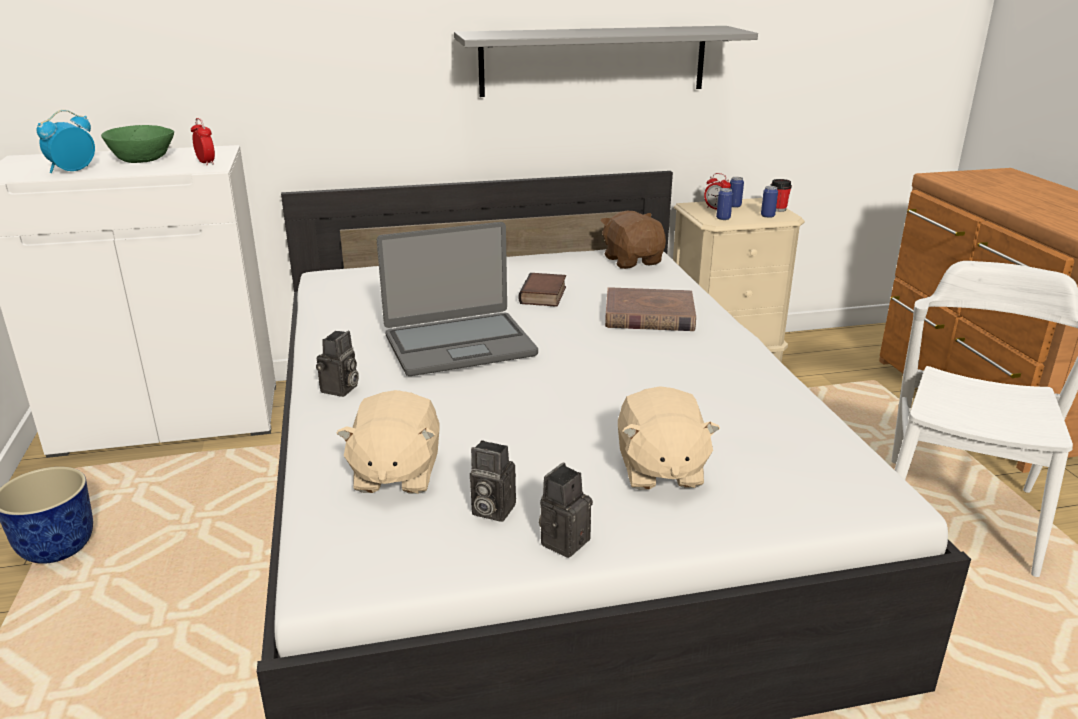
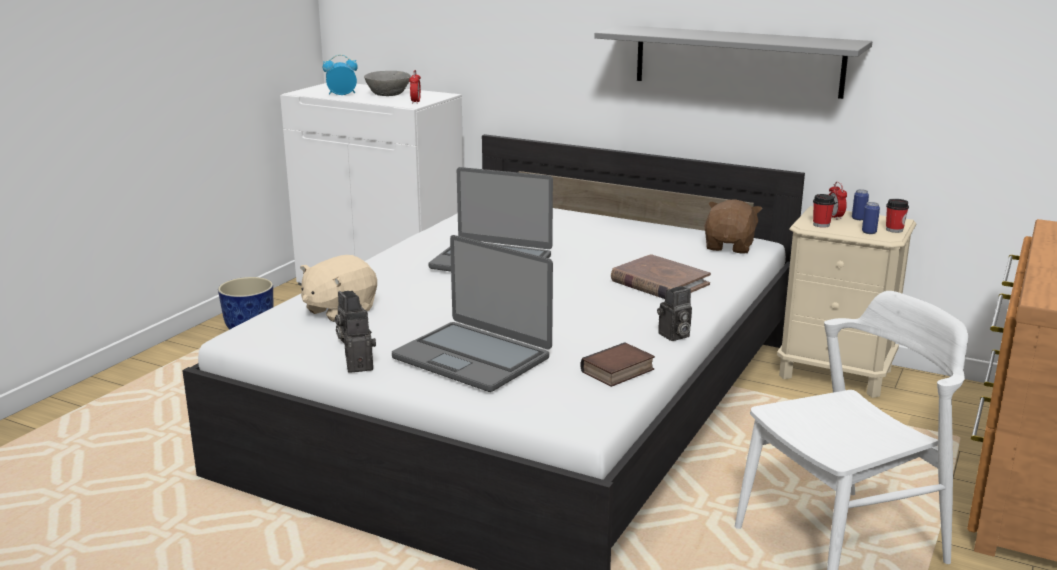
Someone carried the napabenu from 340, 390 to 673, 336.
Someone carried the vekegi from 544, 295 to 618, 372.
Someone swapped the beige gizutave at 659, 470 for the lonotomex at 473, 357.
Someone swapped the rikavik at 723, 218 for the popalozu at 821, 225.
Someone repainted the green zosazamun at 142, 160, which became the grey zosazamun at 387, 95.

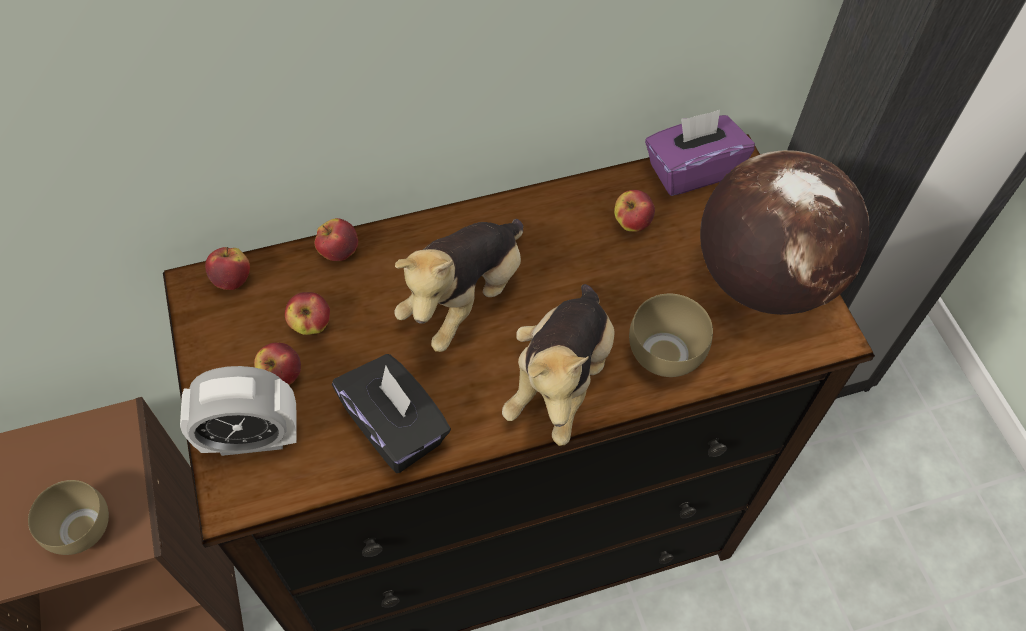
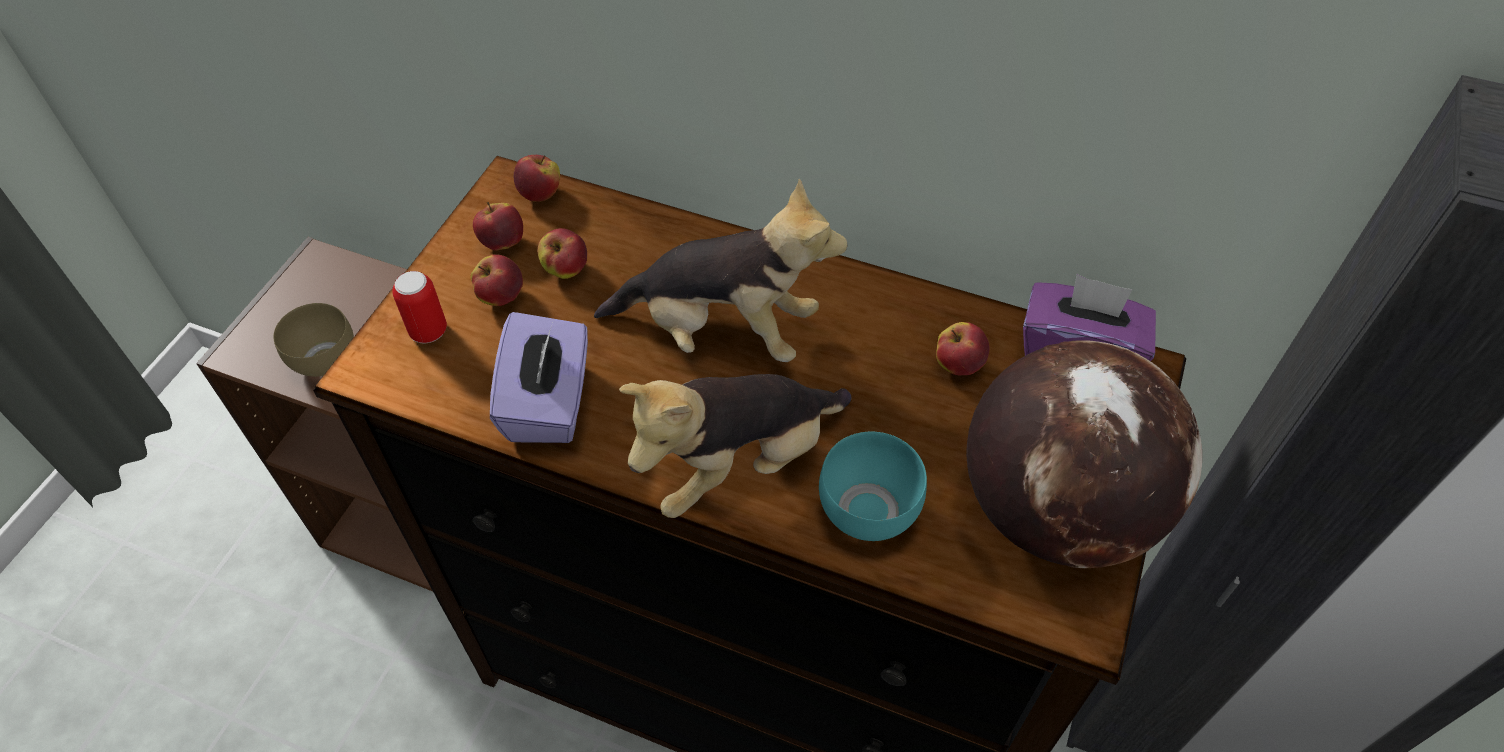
Someone carried the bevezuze from 339, 252 to 502, 242.
Someone swapped the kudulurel at 252, 438 for the rikavik at 428, 331.
Someone repainted the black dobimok at 396, 427, which became the purple dobimok at 549, 403.
Someone repainted the brown zosazamun at 664, 351, which became the turquoise zosazamun at 869, 508.
Someone rotated the gizutave at 465, 298 by 150 degrees counterclockwise.

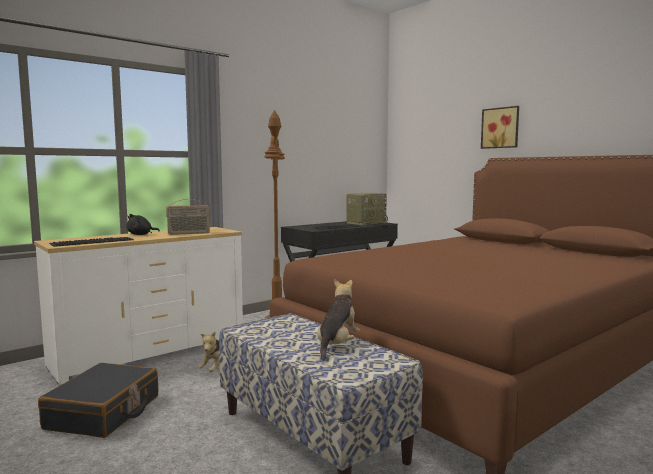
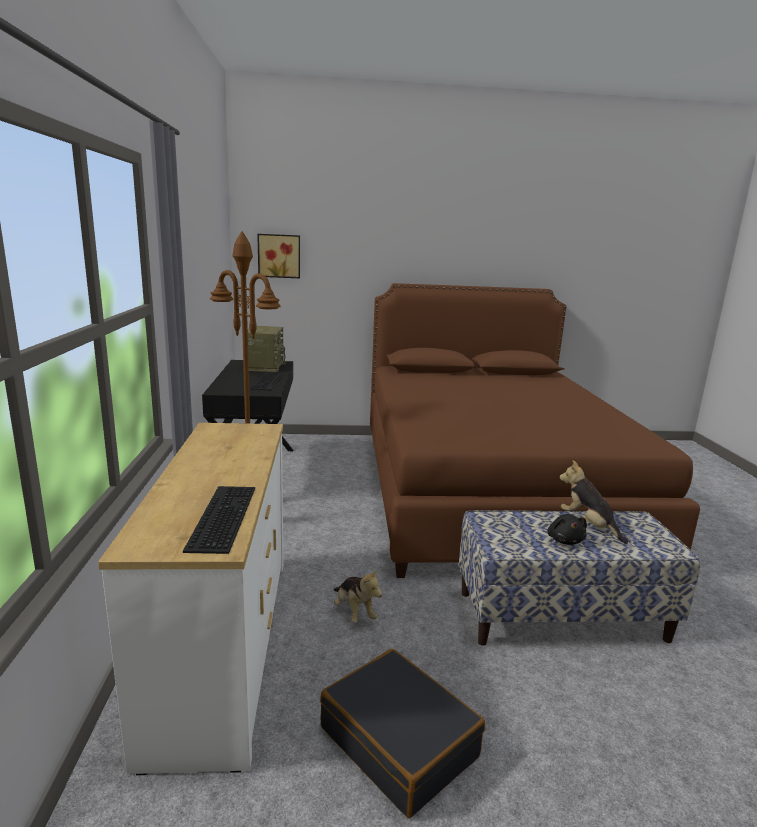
Someone took away the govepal at 189, 233.
Someone carried the black gizutave from 141, 234 to 565, 540.
Someone carried the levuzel from 501, 128 to 279, 256.

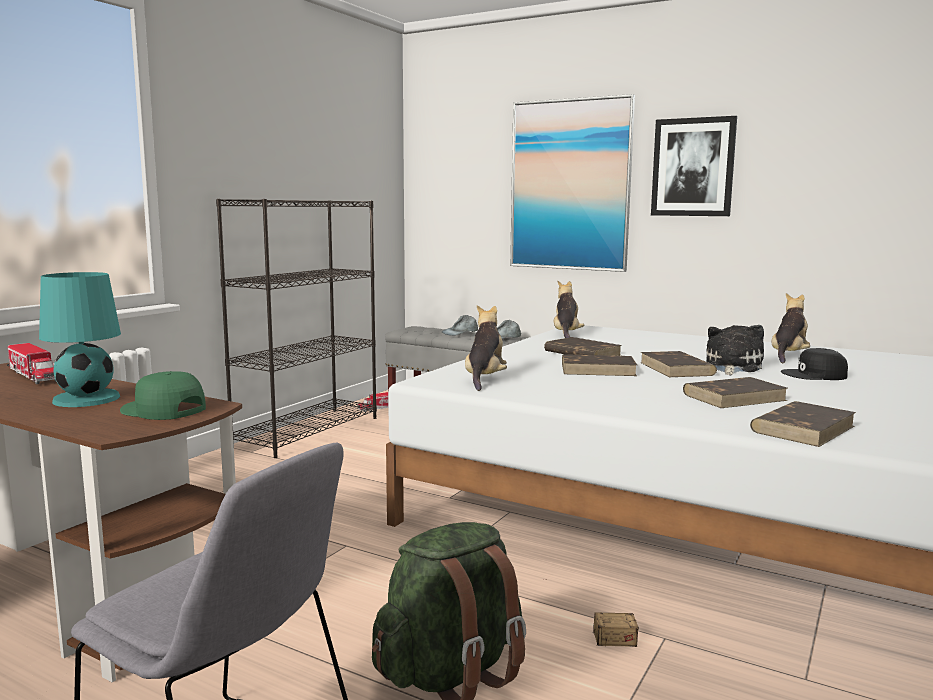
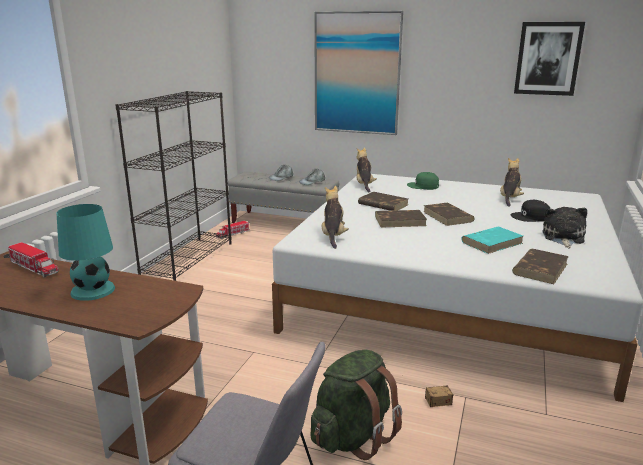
Someone carried the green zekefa from 162, 410 to 423, 186.
Someone carried the levuzel from 693, 167 to 548, 58.
Someone carried the gizutave from 731, 367 to 563, 237.
Someone repainted the brown vekegi at 734, 397, which became the turquoise vekegi at 492, 242.

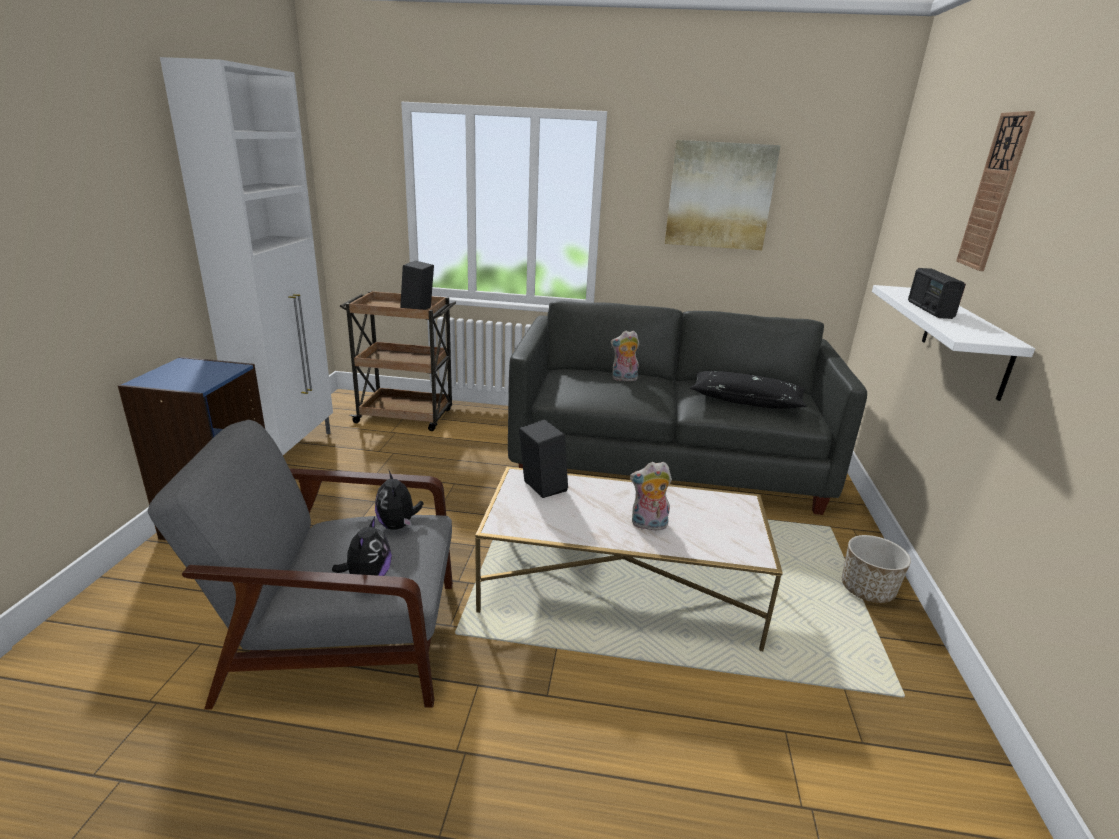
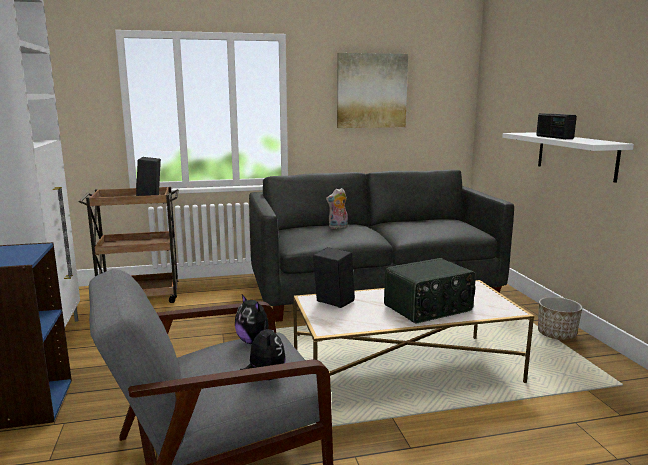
Someone took away the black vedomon at 746, 400.
Someone took away the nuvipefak at 994, 192.
Someone swapped the gizutave at 648, 525 for the govepal at 429, 308.

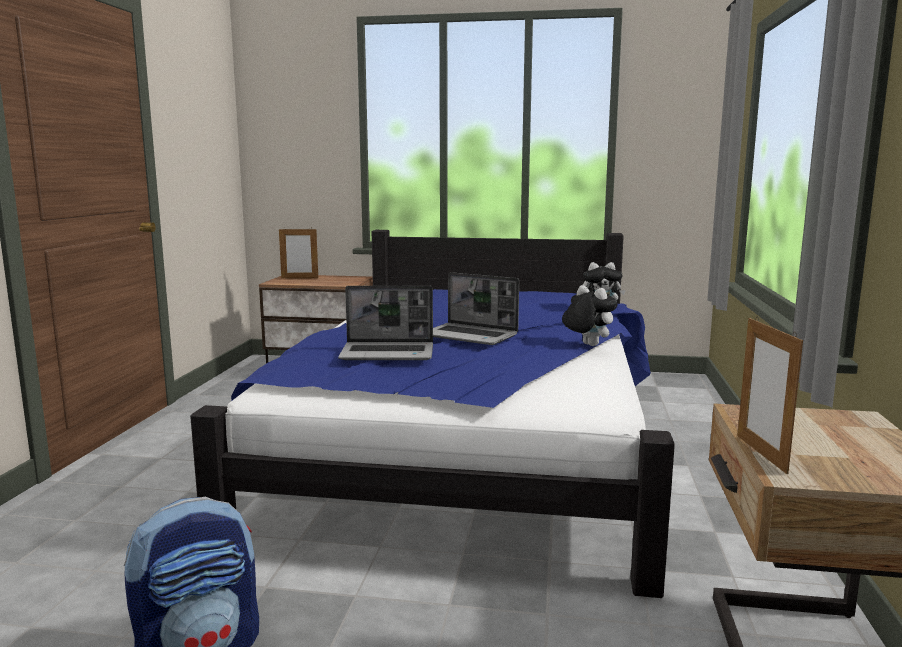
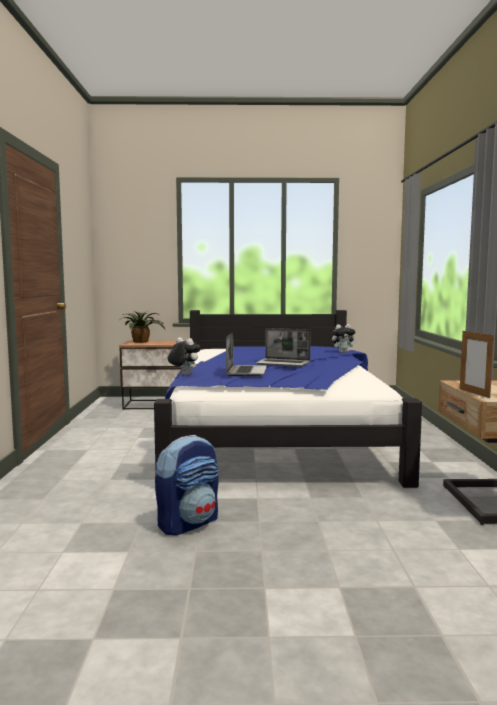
Someone carried the gizutave from 587, 345 to 183, 374.
Someone swapped the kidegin at 299, 278 for the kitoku at 142, 342.
Someone rotated the lonotomex at 389, 353 by 75 degrees counterclockwise.

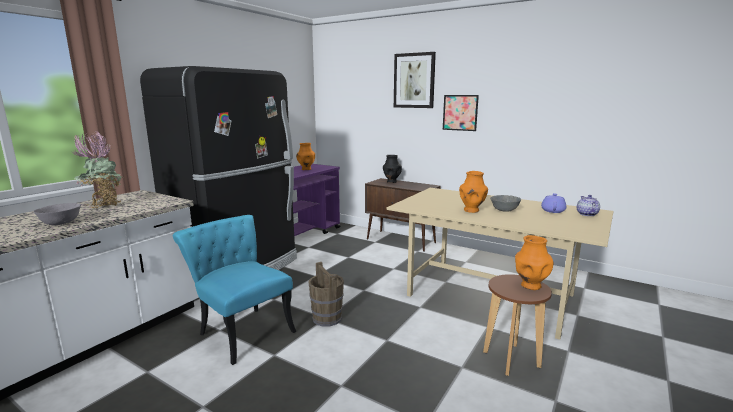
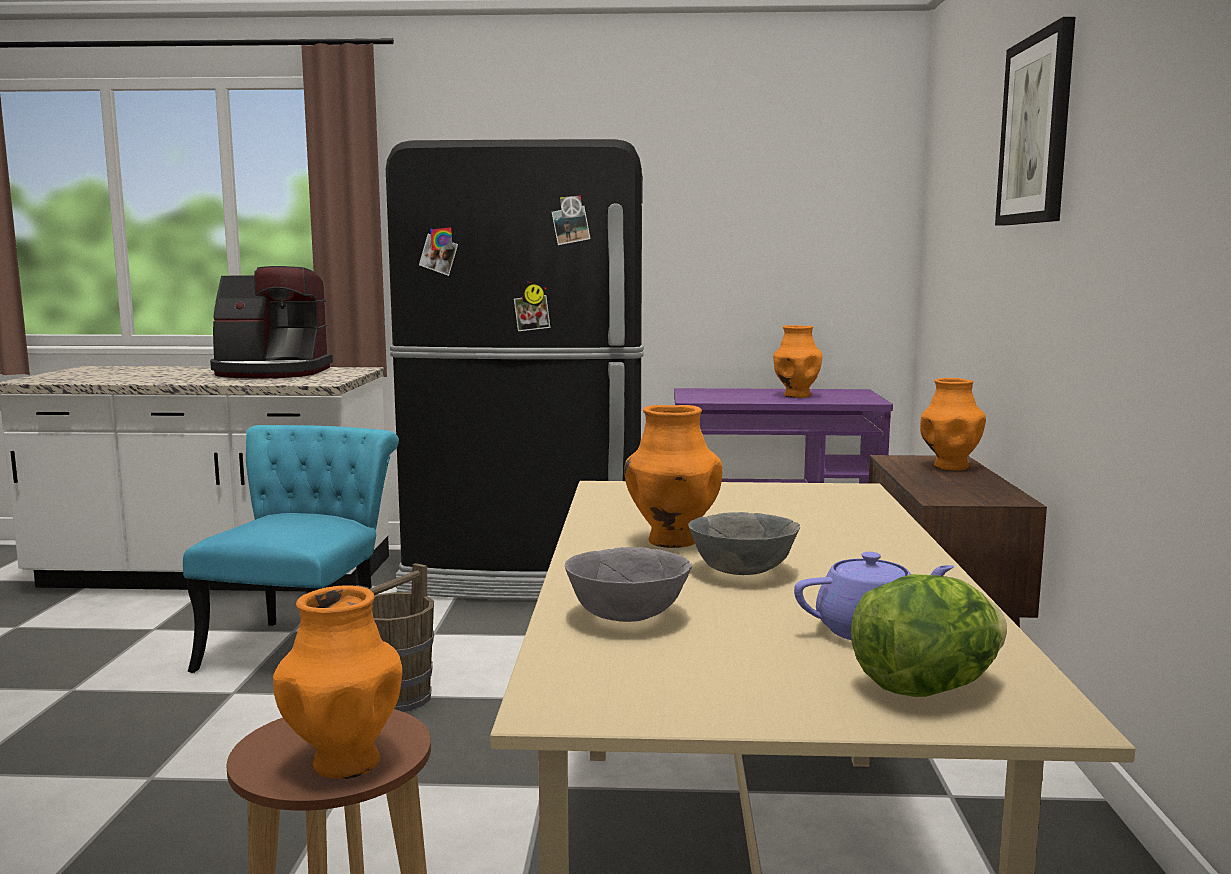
Someone took away the levuzel at 460, 112.
Someone carried the grey zosazamun from 60, 223 to 626, 616.
Someone swapped the kitoku at 104, 205 for the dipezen at 271, 372.
Someone swapped the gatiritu at 586, 214 for the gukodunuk at 926, 688.
Someone repainted the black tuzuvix at 391, 181, which became the orange tuzuvix at 950, 467.

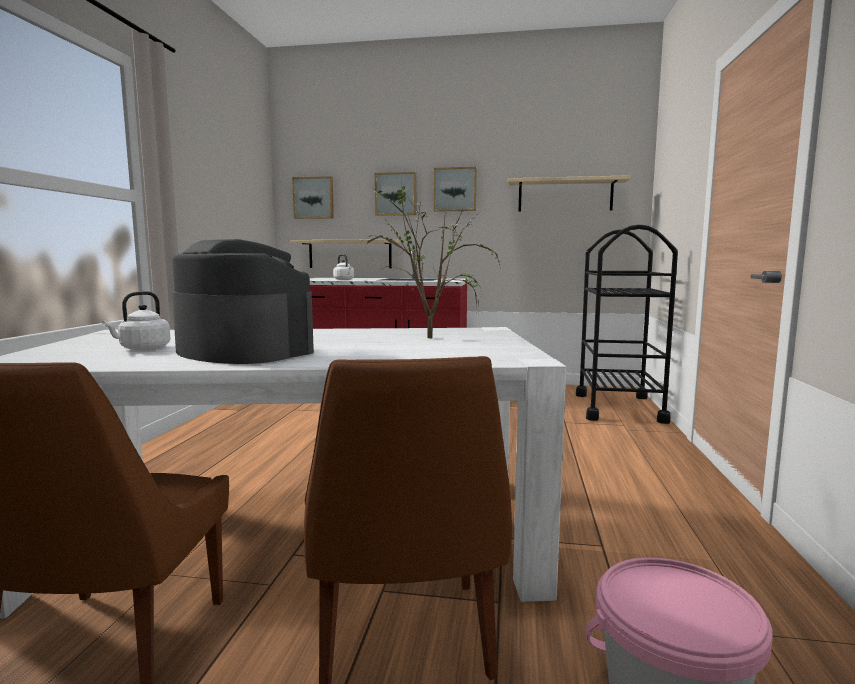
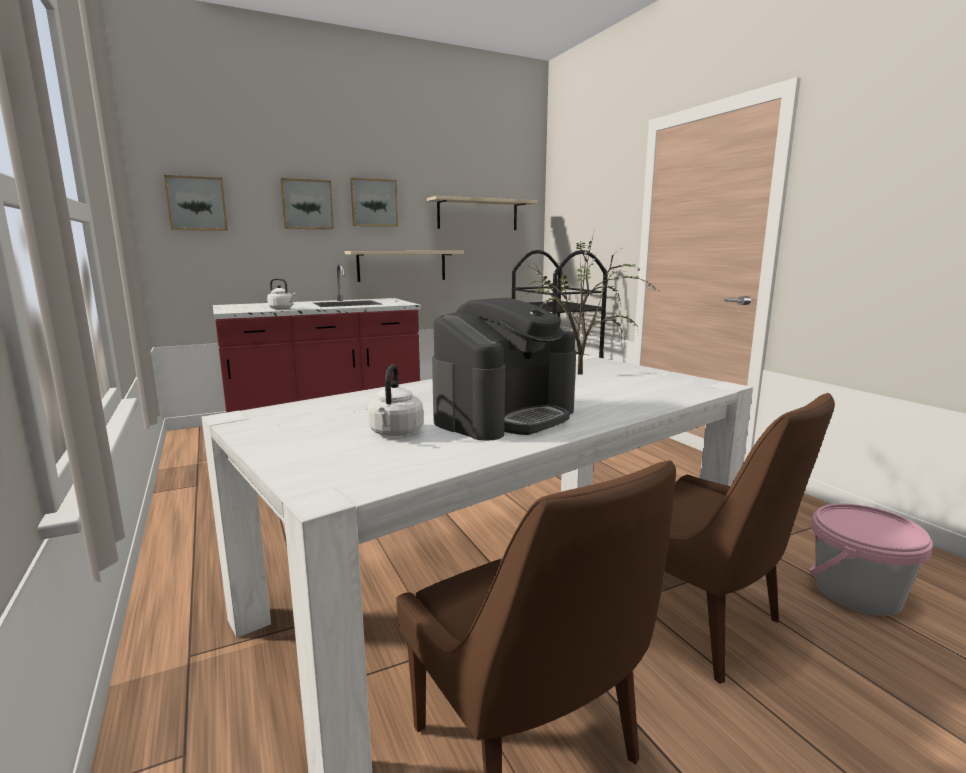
Someone carried the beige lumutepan from 350, 254 to 402, 265.
Someone rotated the dipezen at 243, 351 by 135 degrees clockwise.

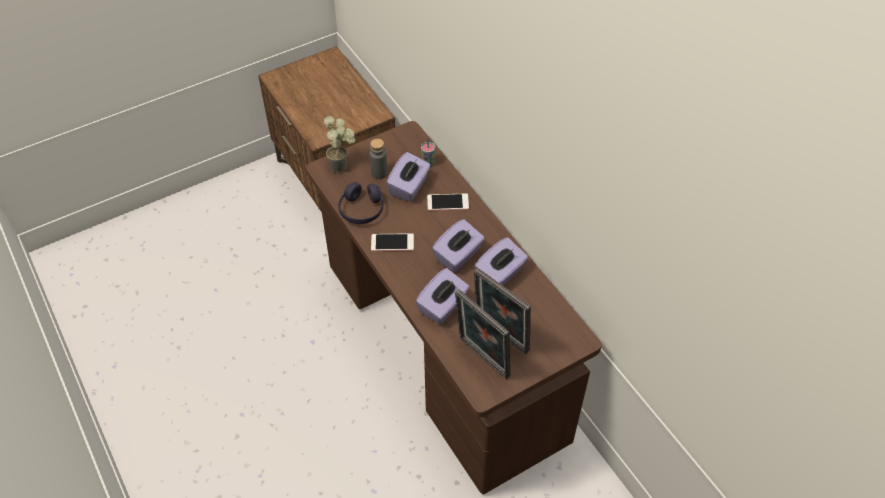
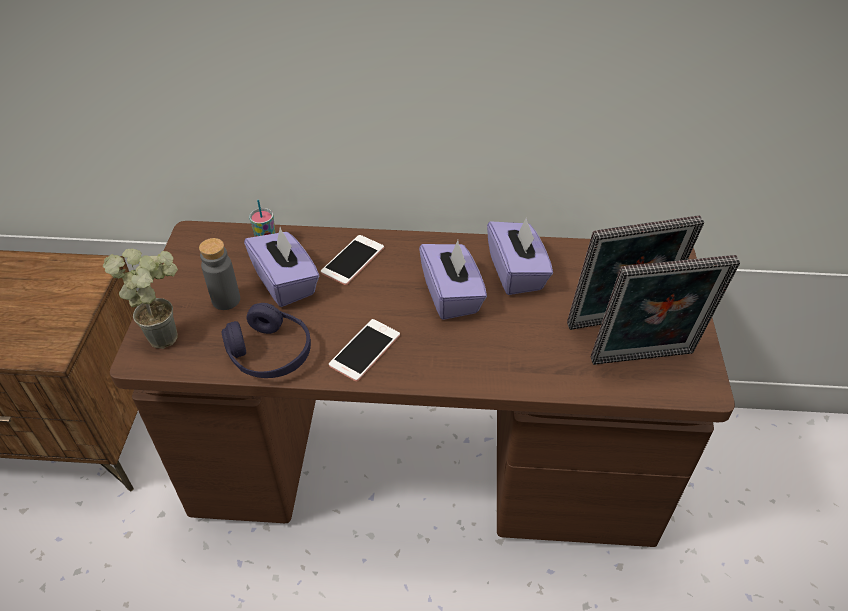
Someone took away the purple dobimok at 443, 306.

